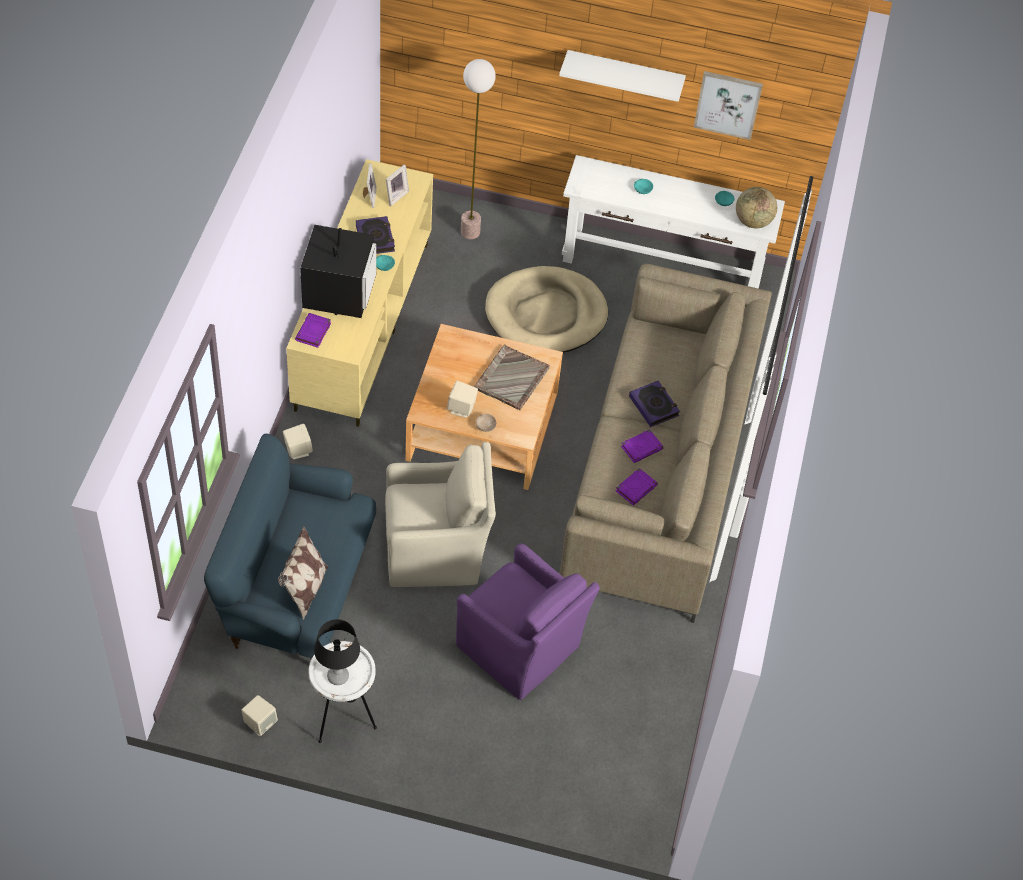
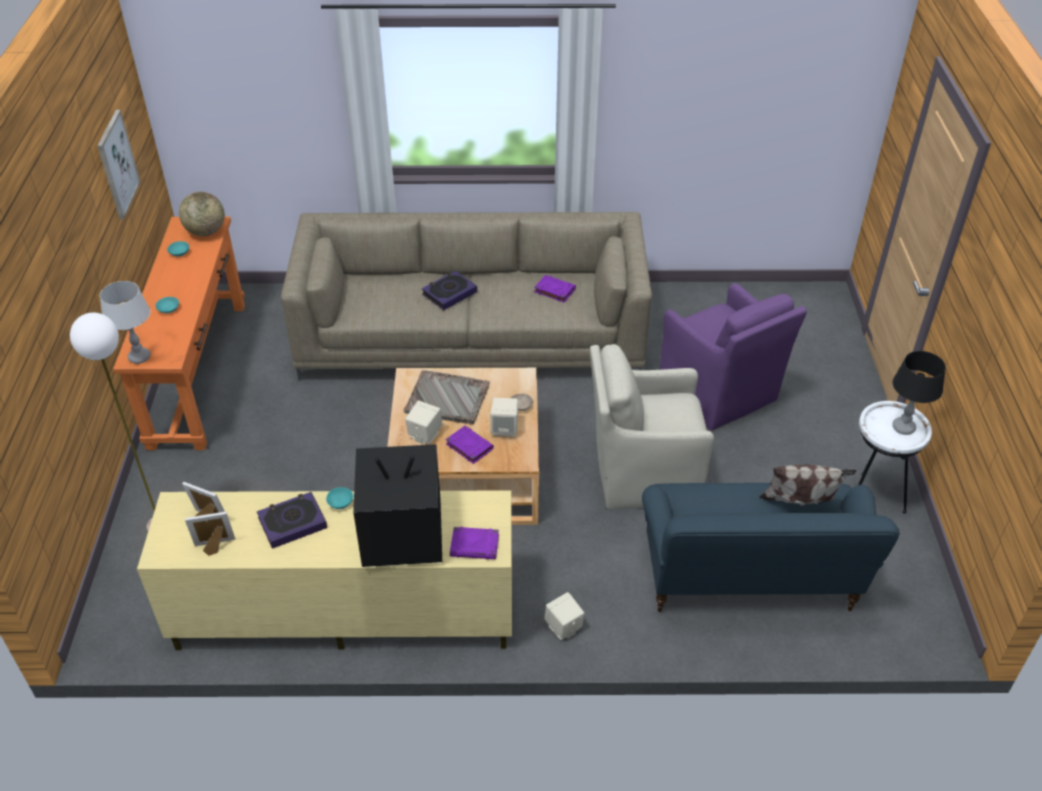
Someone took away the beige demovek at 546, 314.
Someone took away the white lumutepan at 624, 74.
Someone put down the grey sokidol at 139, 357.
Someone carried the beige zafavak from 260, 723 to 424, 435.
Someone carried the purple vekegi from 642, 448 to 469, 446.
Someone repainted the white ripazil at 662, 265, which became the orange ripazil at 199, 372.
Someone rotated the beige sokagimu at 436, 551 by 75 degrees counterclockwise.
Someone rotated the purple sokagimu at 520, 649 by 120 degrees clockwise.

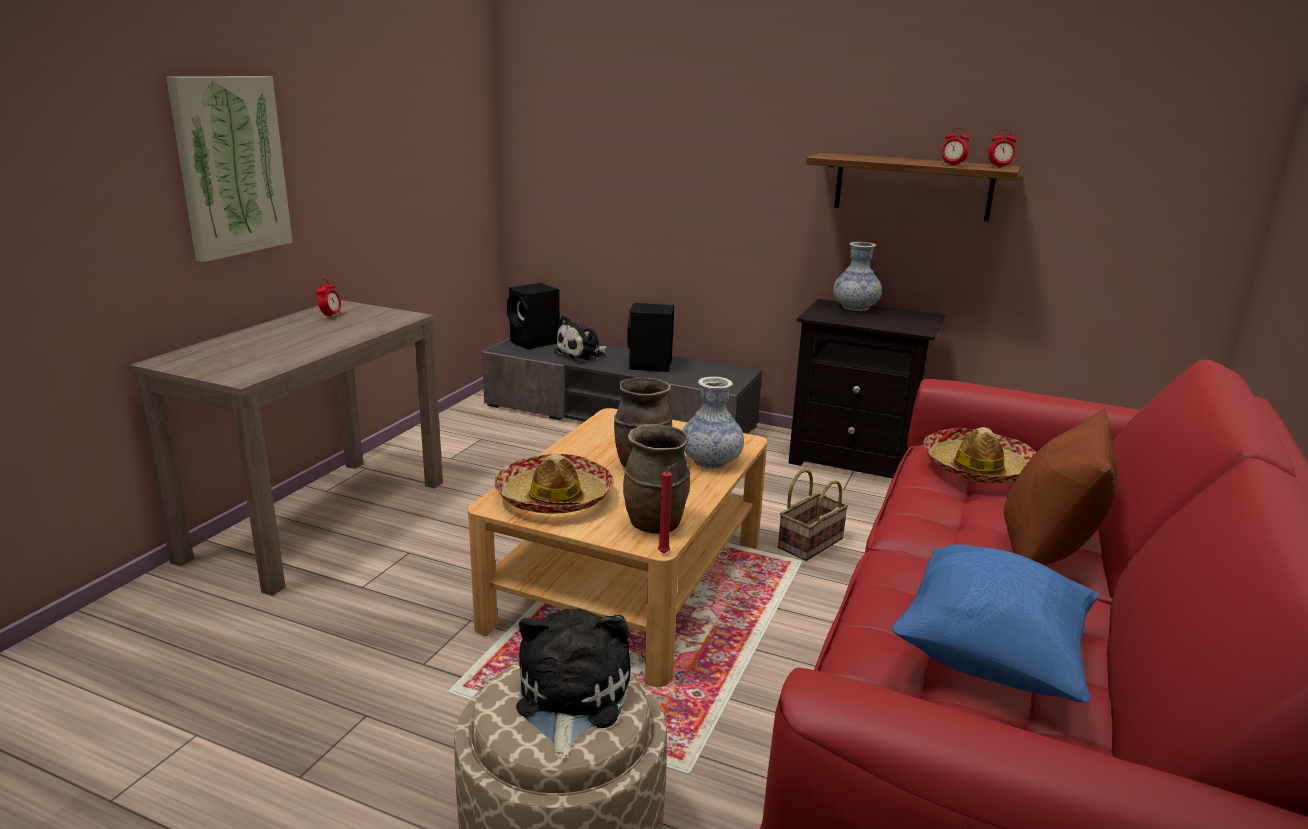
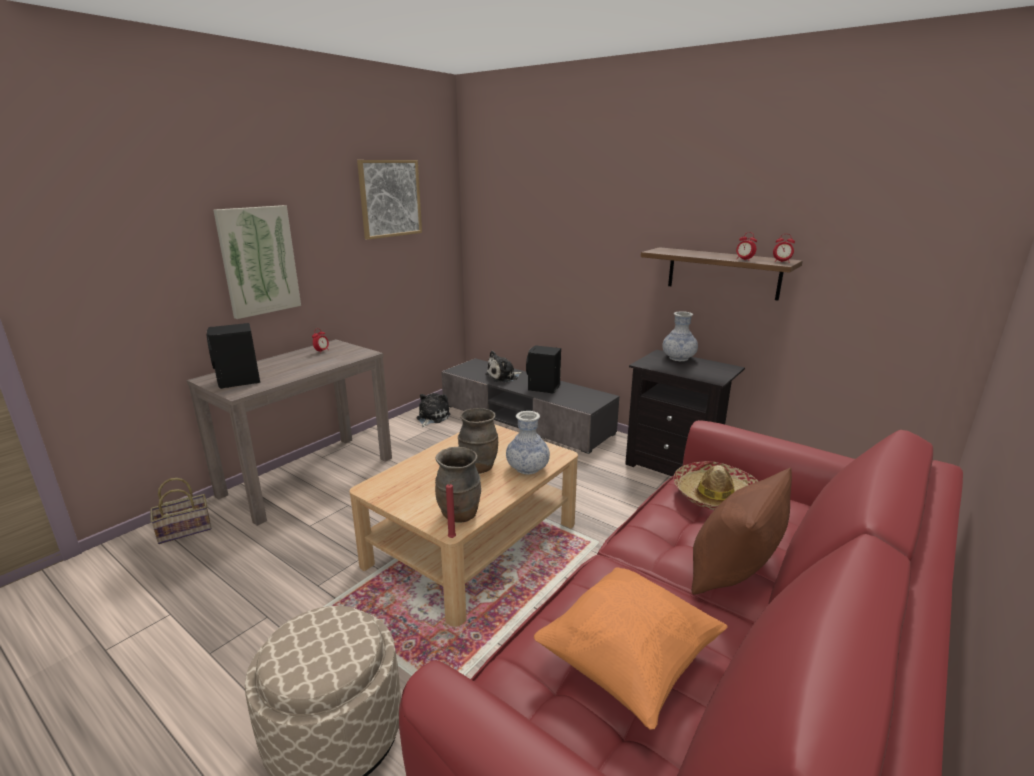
Someone took away the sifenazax at 554, 497.
Someone put up the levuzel at 390, 198.
Someone carried the black zafavak from 535, 343 to 239, 381.
Someone carried the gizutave from 570, 699 to 431, 417.
Someone carried the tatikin from 810, 542 to 186, 529.
Someone repainted the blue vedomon at 990, 656, which became the orange vedomon at 627, 663.

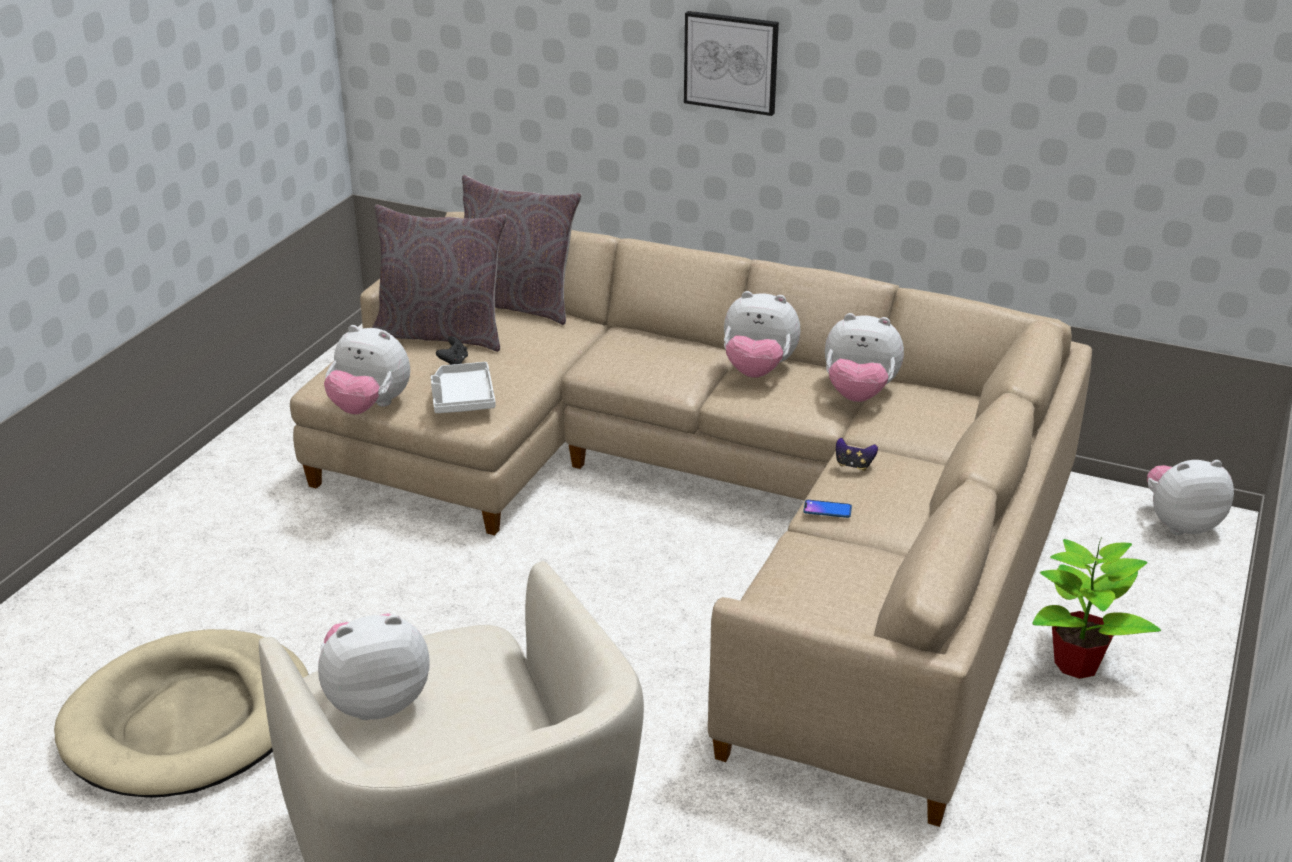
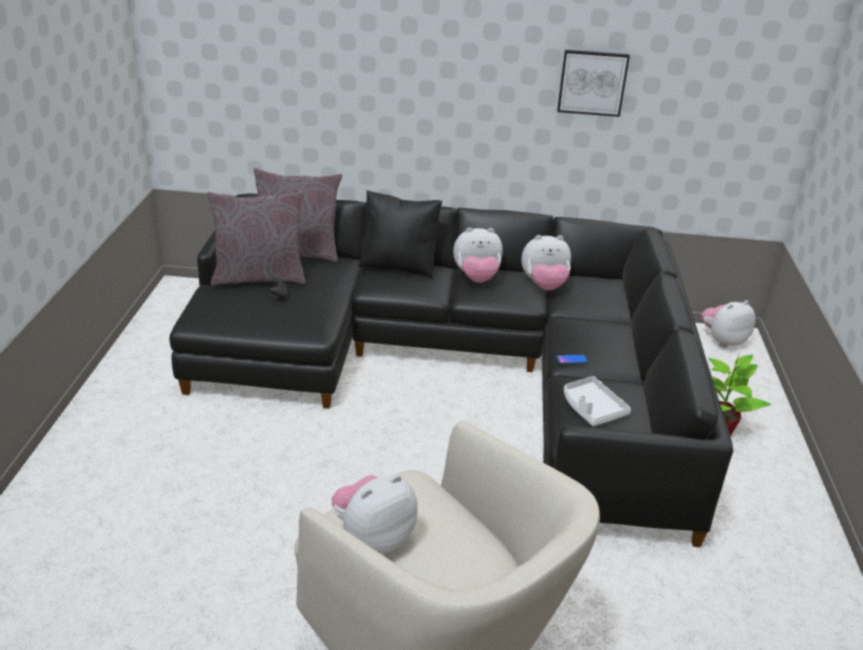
Someone took away the beige demovek at 189, 721.
Someone took away the gizutave at 370, 407.
Someone took away the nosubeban at 854, 465.
Someone put down the black vedomon at 398, 266.
Someone carried the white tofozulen from 462, 398 to 592, 409.
Someone carried the levuzel from 731, 62 to 592, 82.
Someone repainted the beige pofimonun at 713, 506, which became the black pofimonun at 458, 369.

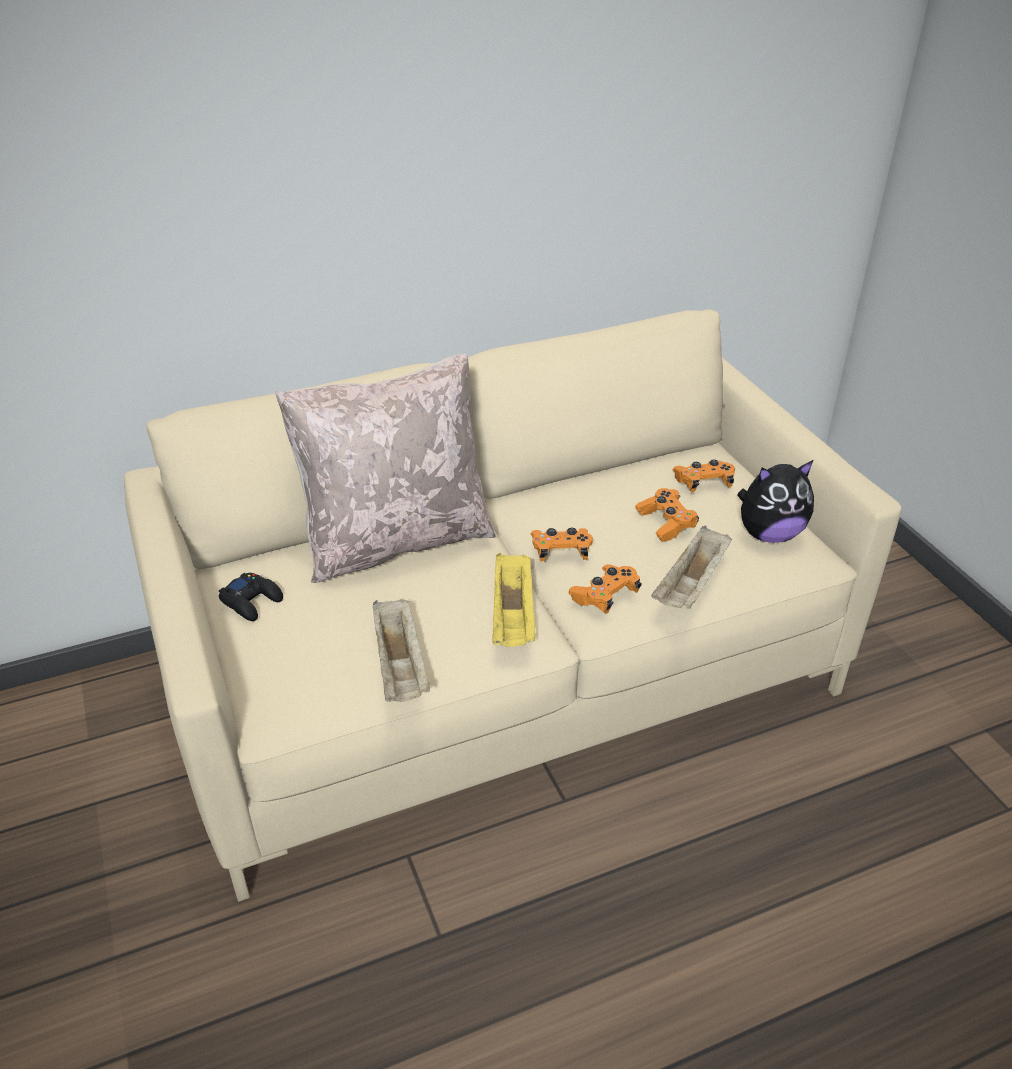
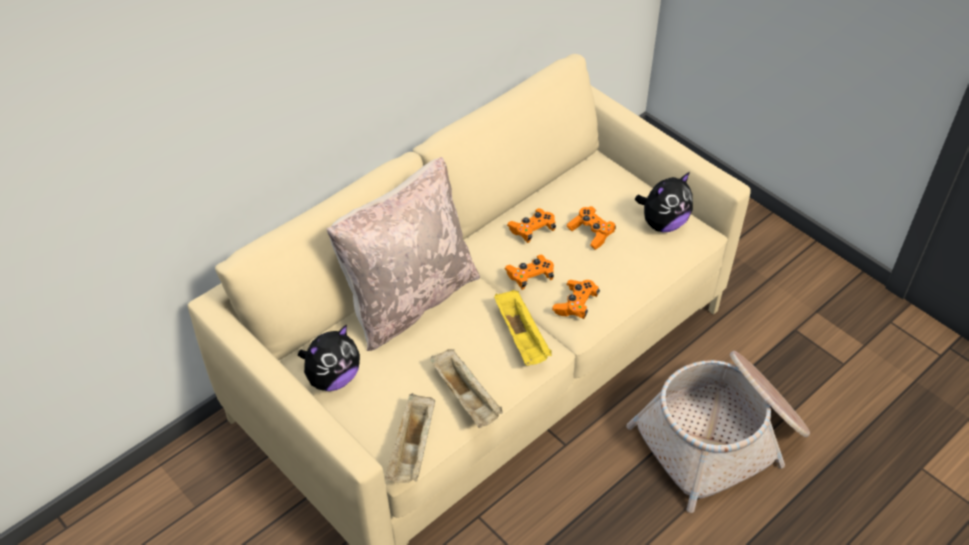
Someone put down the tatikin at 721, 438.
Someone carried the beige tofozulen from 691, 586 to 412, 449.
Someone carried the orange nosubeban from 703, 483 to 532, 230.
Someone swapped the black nosubeban at 252, 601 for the gizutave at 332, 378.

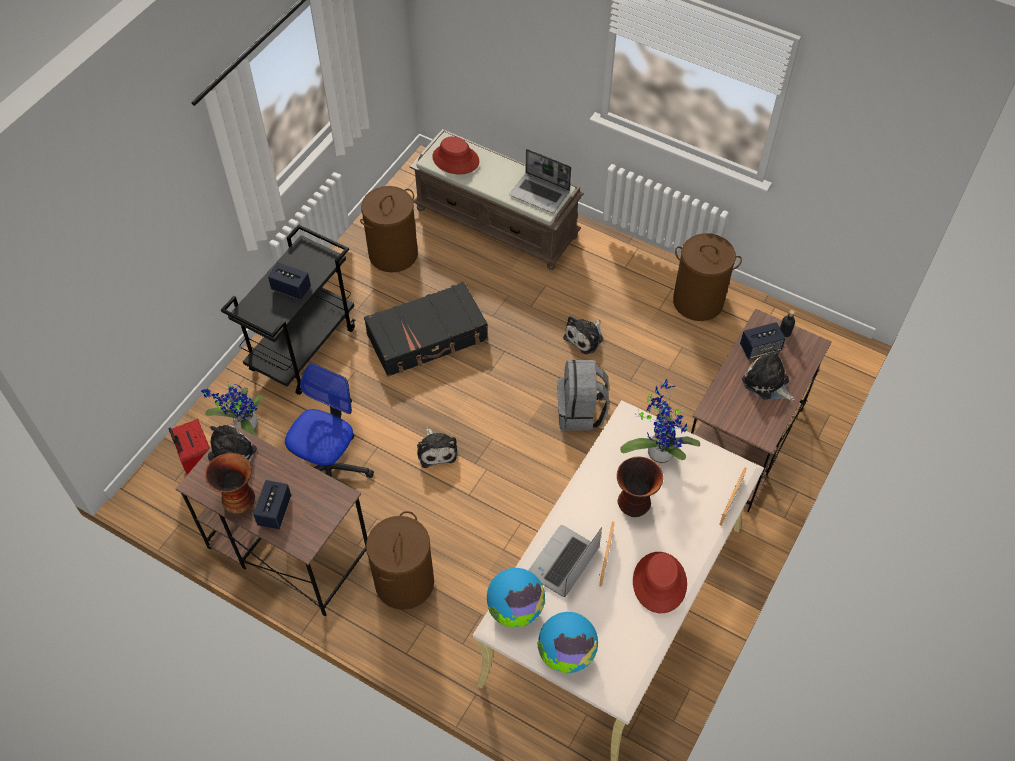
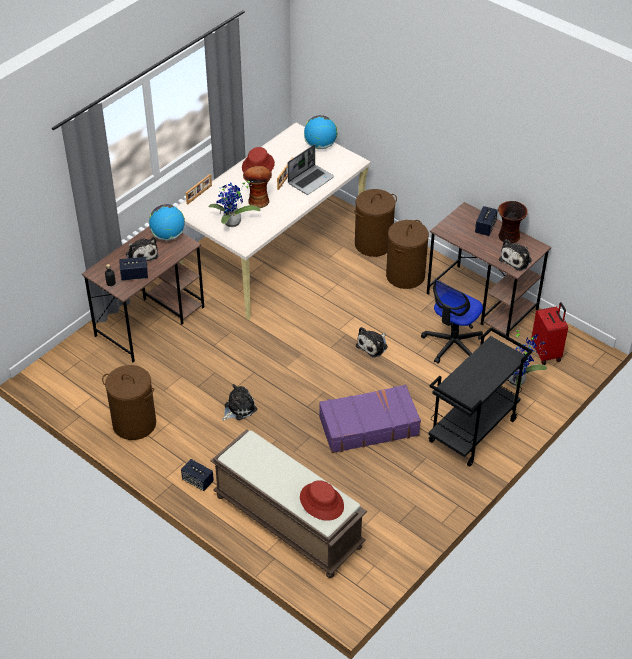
Someone took away the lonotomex at 540, 193.
Someone took away the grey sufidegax at 580, 412.
Someone carried the zafavak from 291, 288 to 198, 481.
Someone carried the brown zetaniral from 393, 254 to 373, 244.
Someone carried the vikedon from 515, 609 to 168, 235.
Someone repainted the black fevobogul at 427, 338, which became the purple fevobogul at 368, 426.
Someone rotated the gizutave at 436, 450 by 135 degrees counterclockwise.

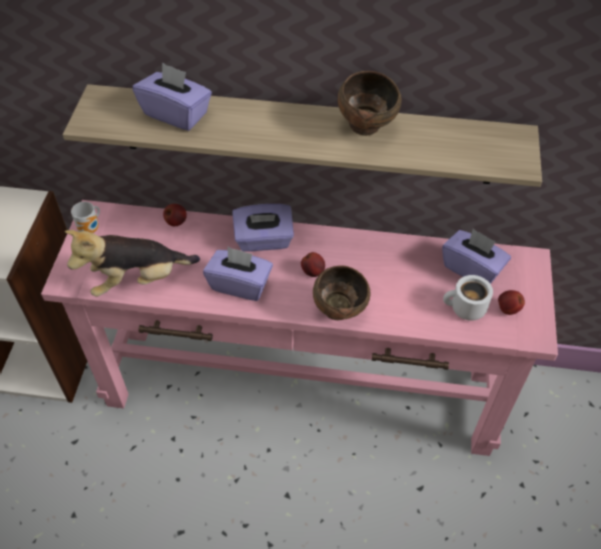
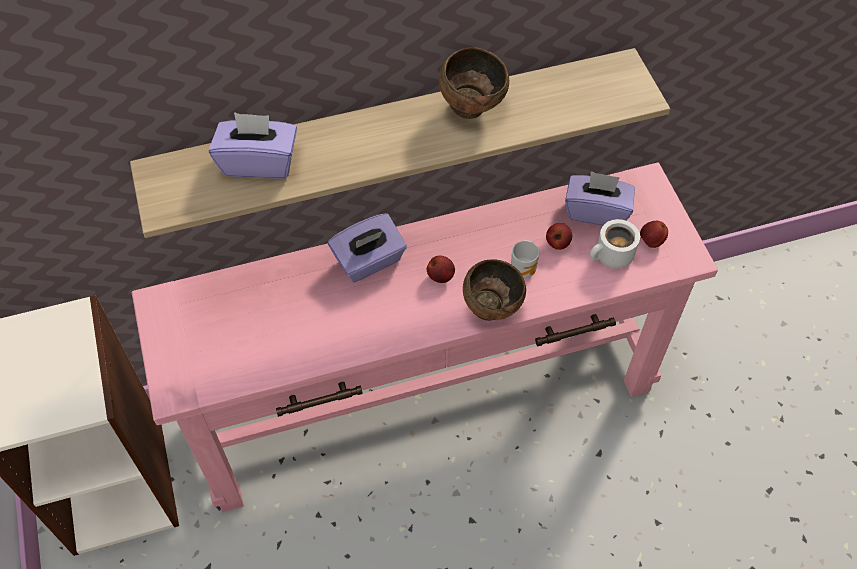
Someone took away the gizutave at 138, 280.
Someone took away the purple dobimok at 240, 284.
Someone carried the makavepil from 91, 229 to 524, 270.
Someone carried the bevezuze from 176, 222 to 557, 243.

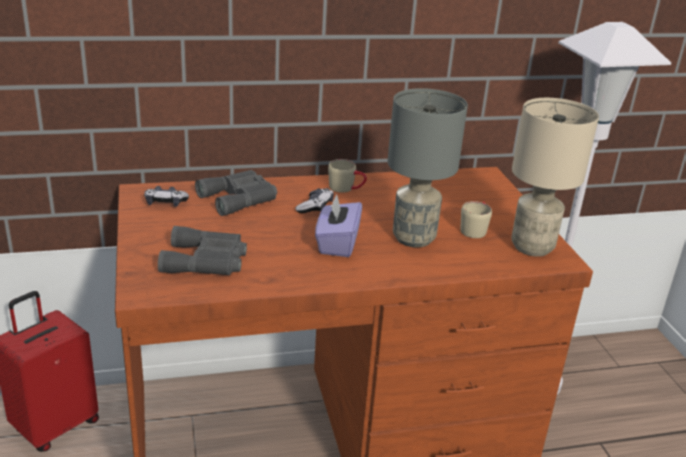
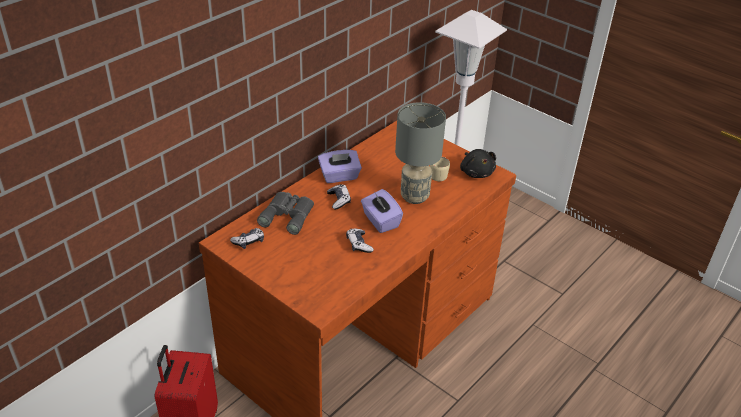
Someone took away the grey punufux at 207, 261.
Someone put down the nosubeban at 359, 244.
Someone swapped the beige makavepil at 346, 188 for the purple dobimok at 339, 176.
Someone swapped the beige sokidol at 533, 247 for the black gizutave at 476, 172.

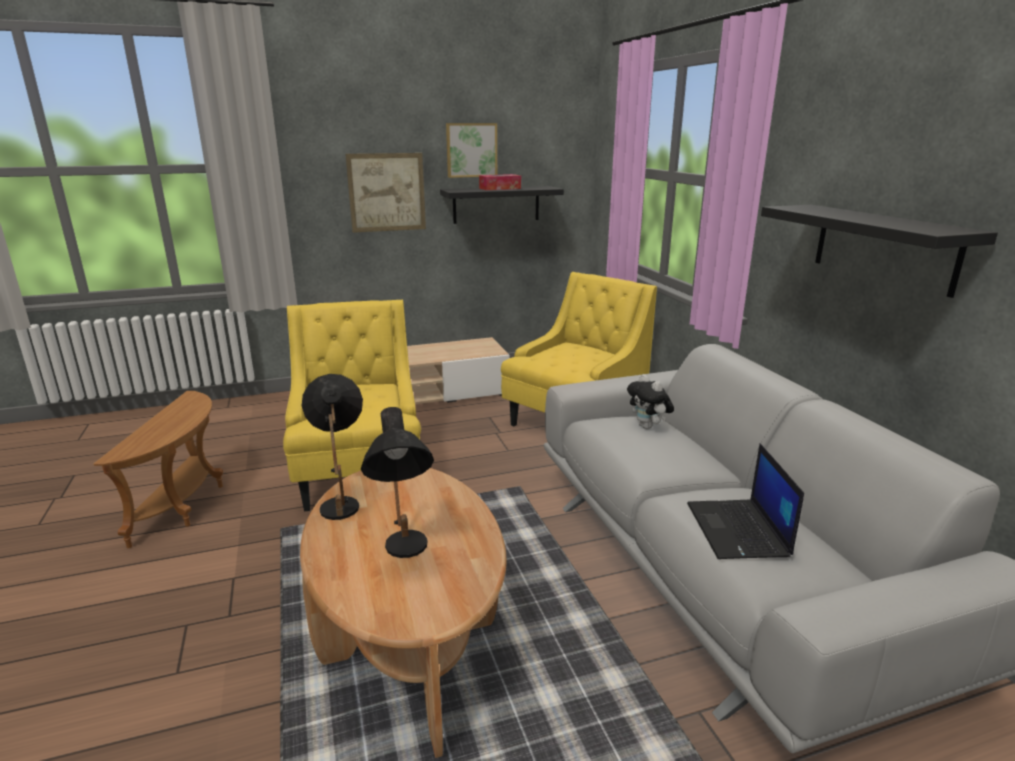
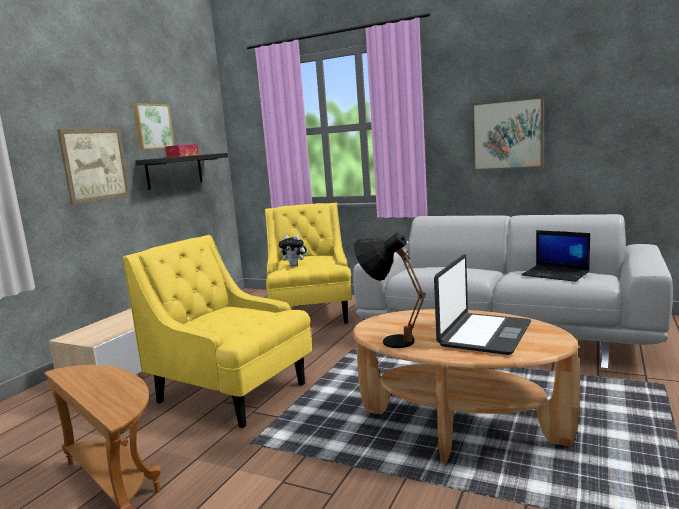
Someone carried the gizutave from 648, 427 to 295, 265.
Someone swapped the black sokidol at 405, 555 for the lonotomex at 483, 334.
Someone swapped the black lumutepan at 883, 247 for the levuzel at 507, 135.

